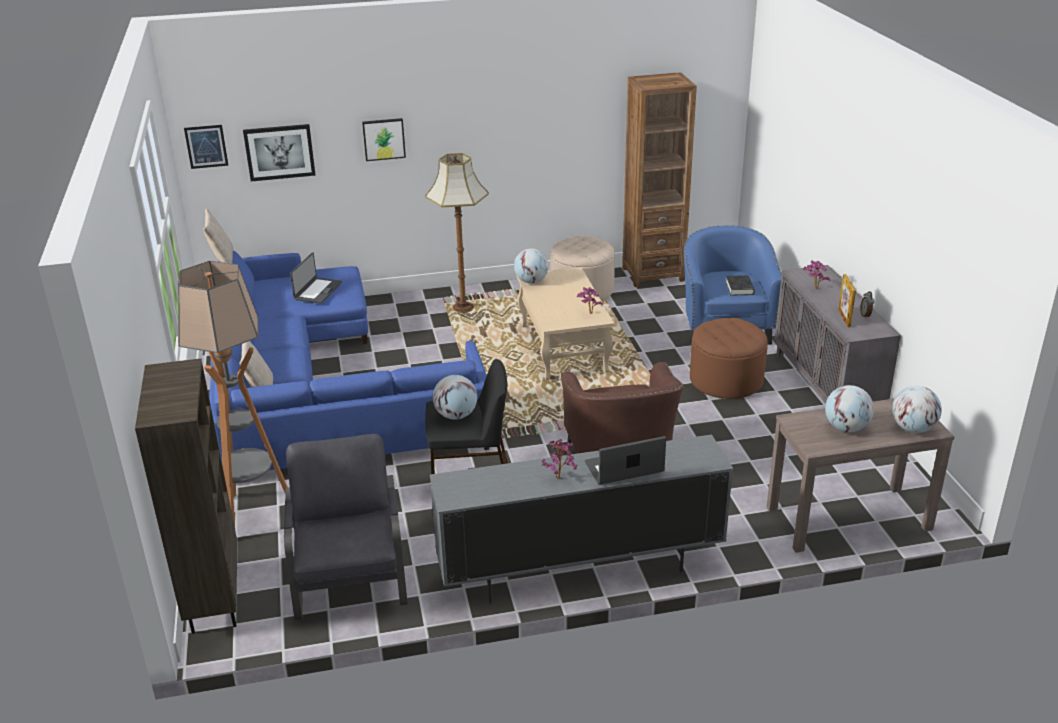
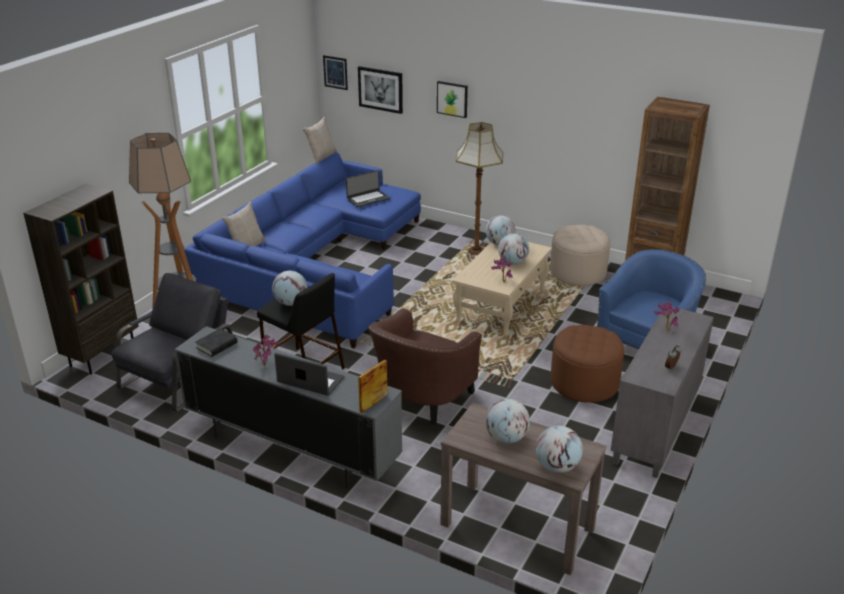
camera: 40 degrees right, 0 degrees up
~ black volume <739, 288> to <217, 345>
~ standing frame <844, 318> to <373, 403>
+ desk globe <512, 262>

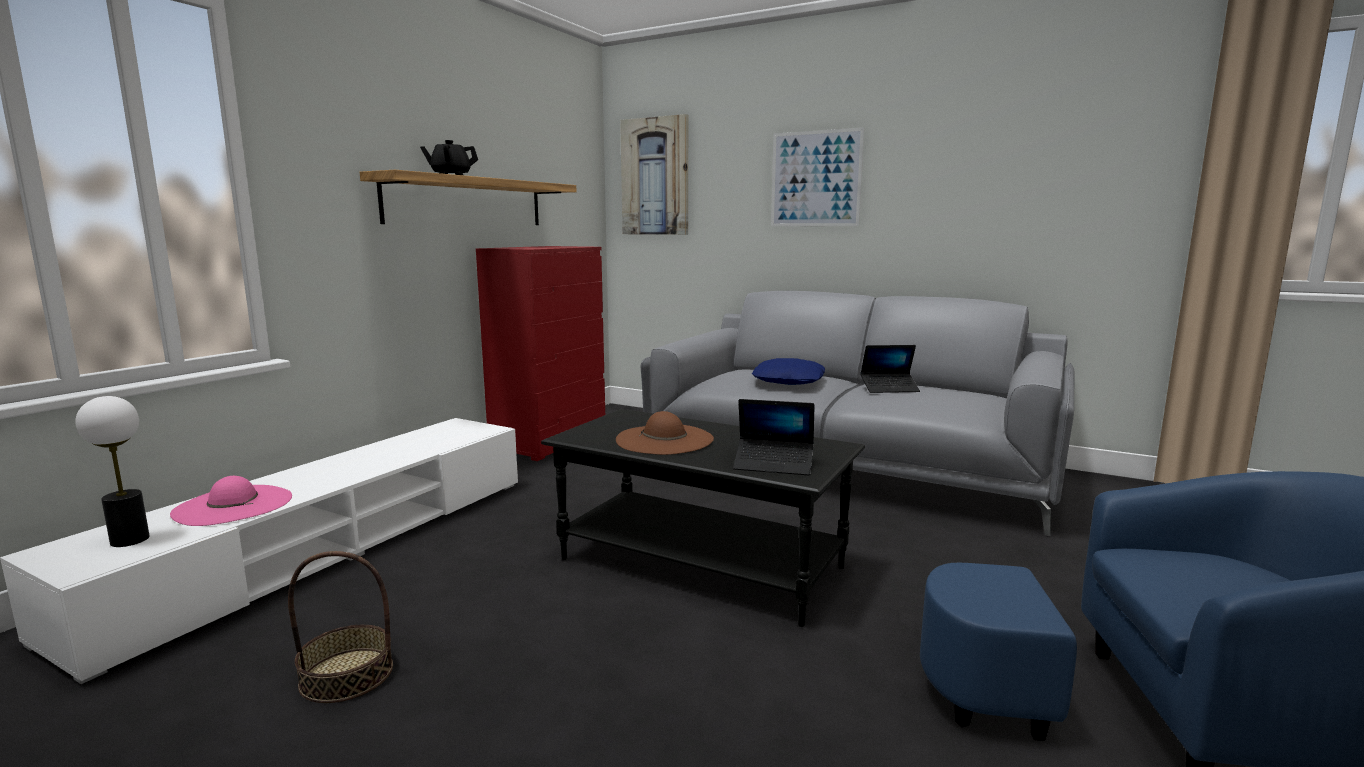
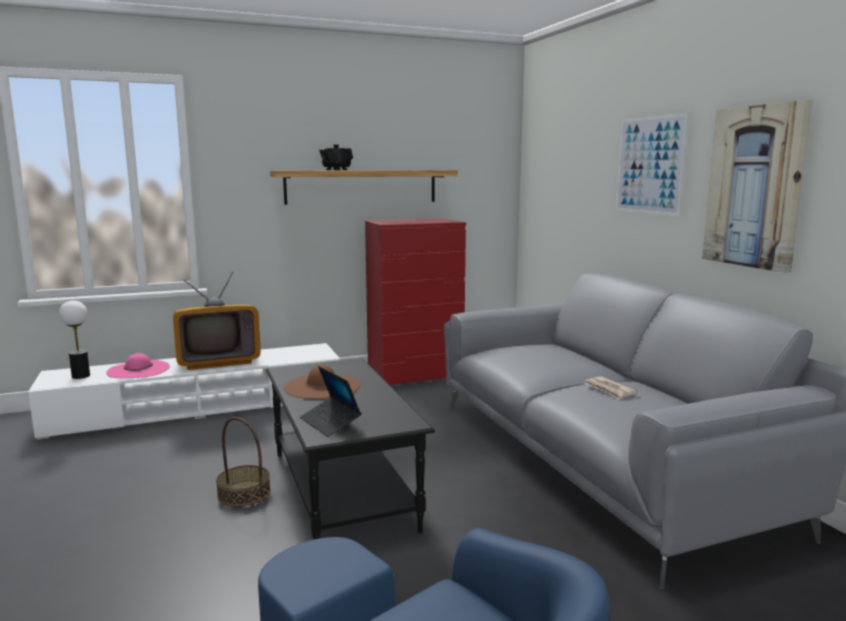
camera: 40 degrees right, 0 degrees up
~ household basket <346, 675> to <244, 493>
~ wall picture <655, 177> to <754, 187>
- blue pillow <789, 380>
~ laptop <889, 388> to daily paper <609, 390>
+ TV set <218, 360>

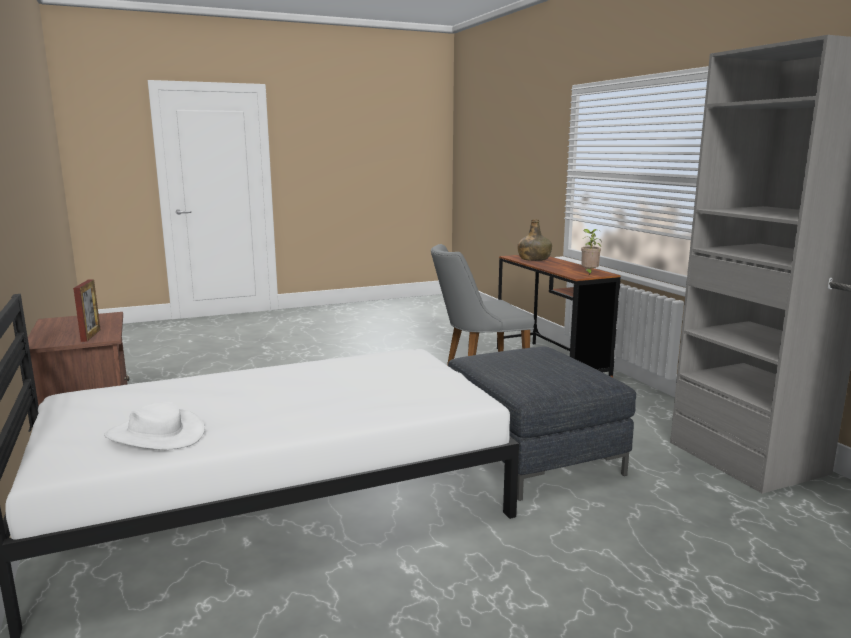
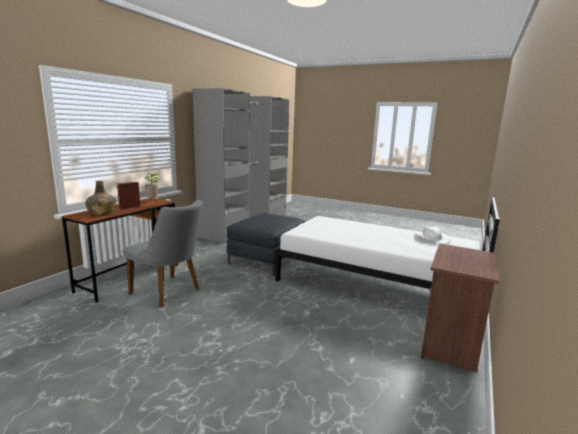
camera: 130 degrees left, 0 degrees up
~ standing frame <90, 335> to <130, 208>

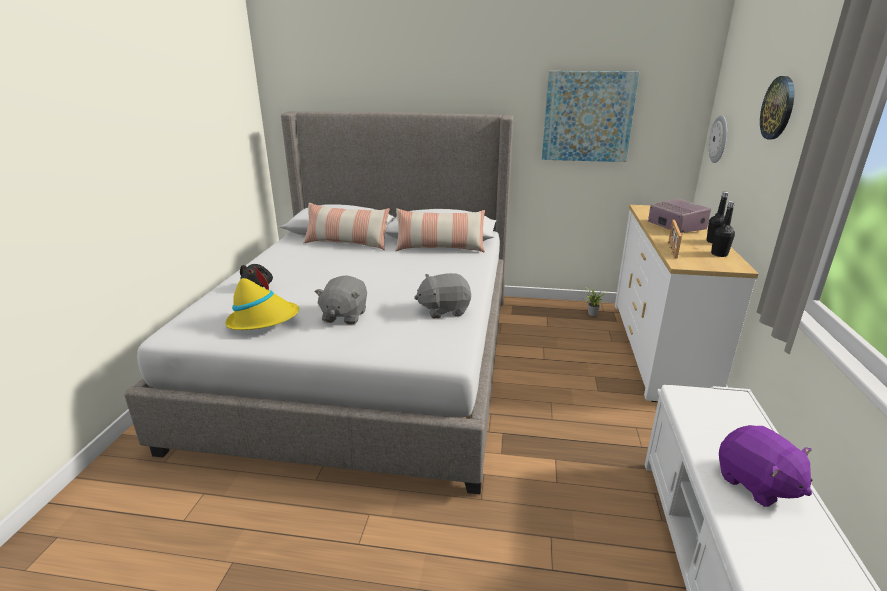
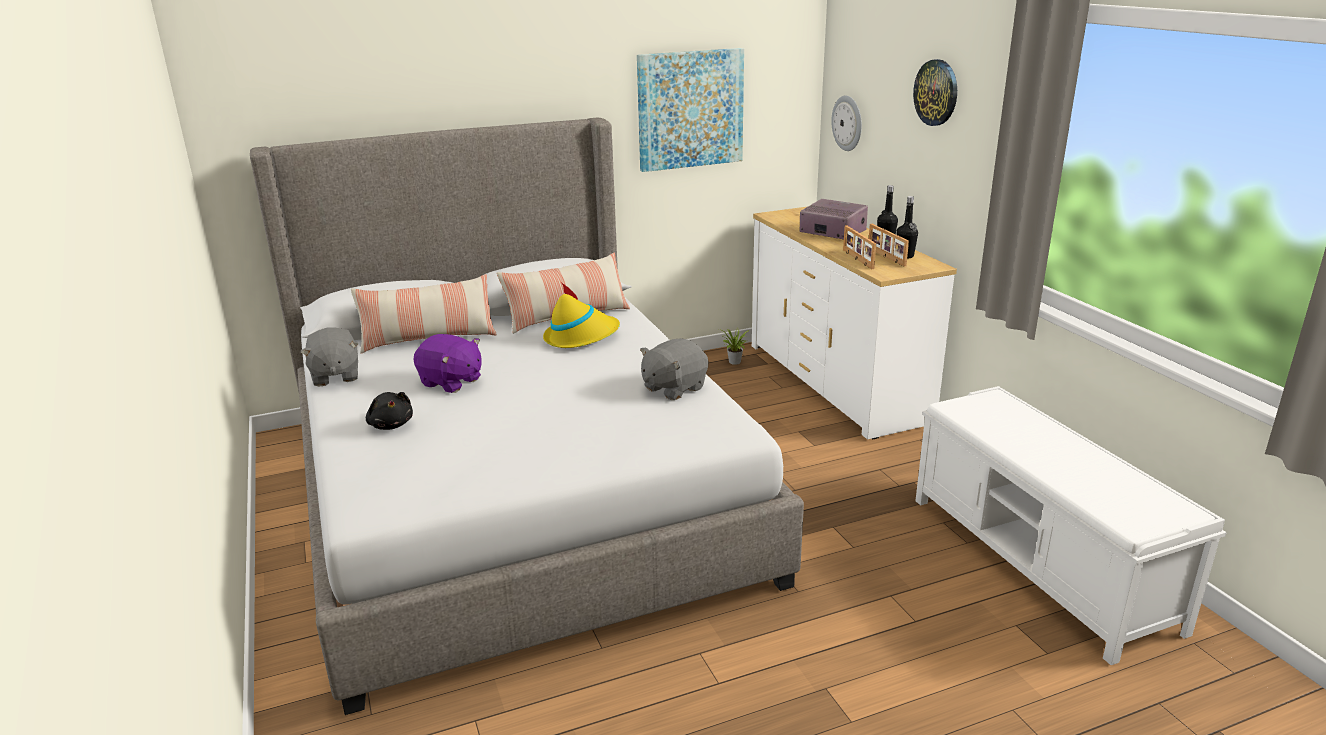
camera: 30 degrees left, 0 degrees up
~ yellow-coloured clothing hat <264, 320> to <581, 337>
~ greyish soft toy <344, 316> to <335, 376>
~ purple-coloured soft toy <756, 484> to <451, 382>
+ standing frame <885, 257>

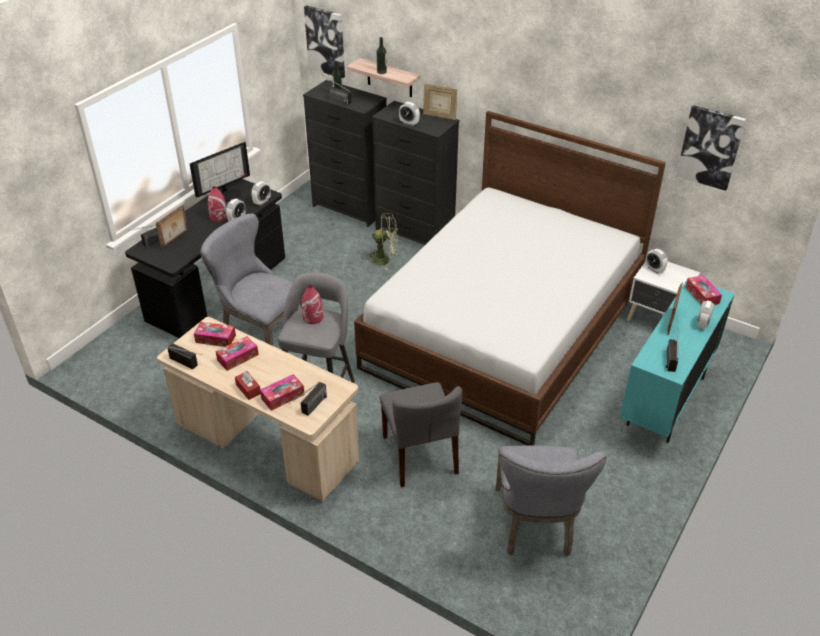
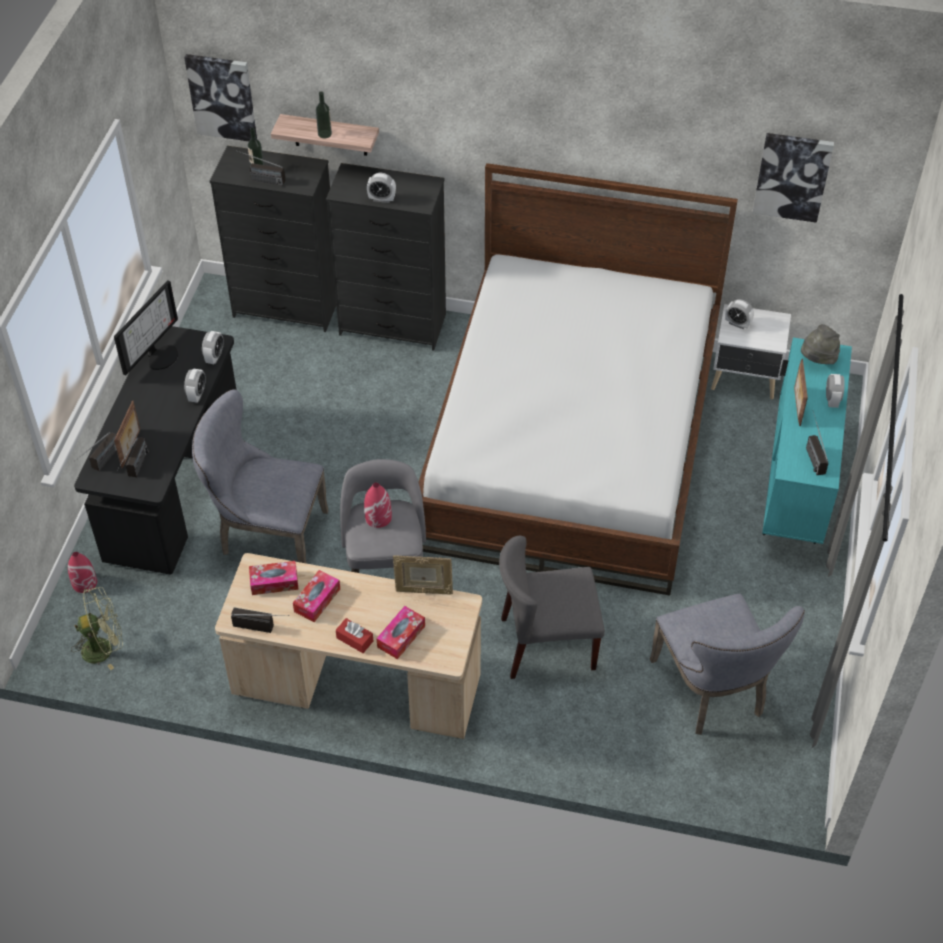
camera: 20 degrees left, 10 degrees up
~ red flower vase <219, 217> to <85, 582>
~ radio receiver <310, 410> to <136, 470>
~ green cooling fan <385, 259> to <104, 648>
~ greyish plain chair <420, 455> = <547, 644> 120 degrees clockwise
~ standing frame <439, 116> to <423, 590>
~ tissue holder <702, 295> to greyish clothing hat <817, 359>

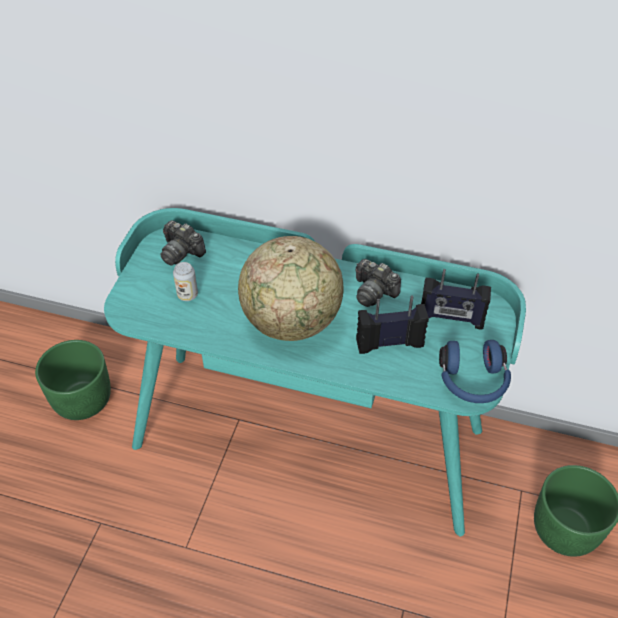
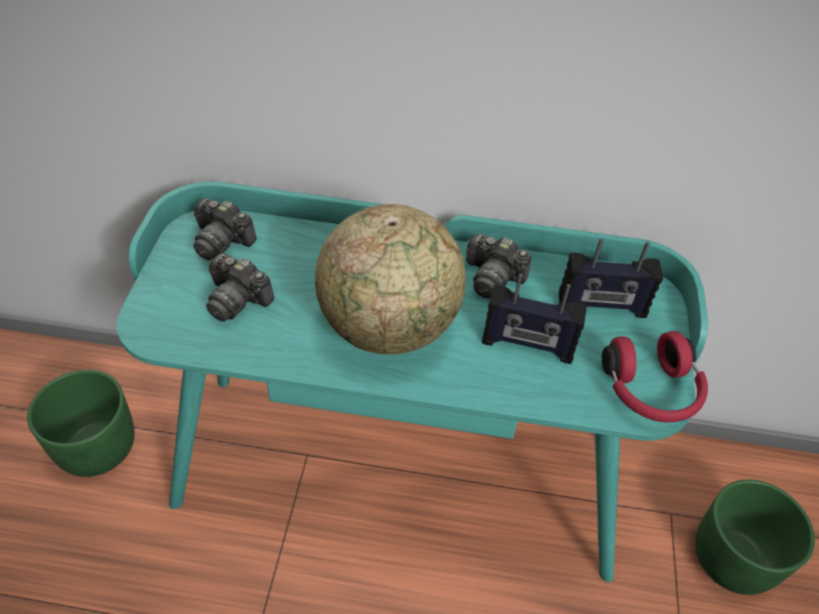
camera: 10 degrees left, 0 degrees up
~ can <187, 295> to photo camera <237, 299>
~ radio receiver <389, 342> = <527, 345> 150 degrees counterclockwise
~ blue headphones <472, 382> to red headphones <651, 391>

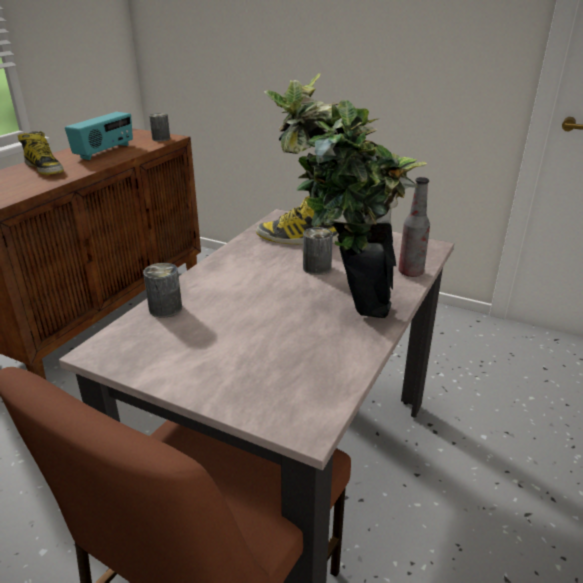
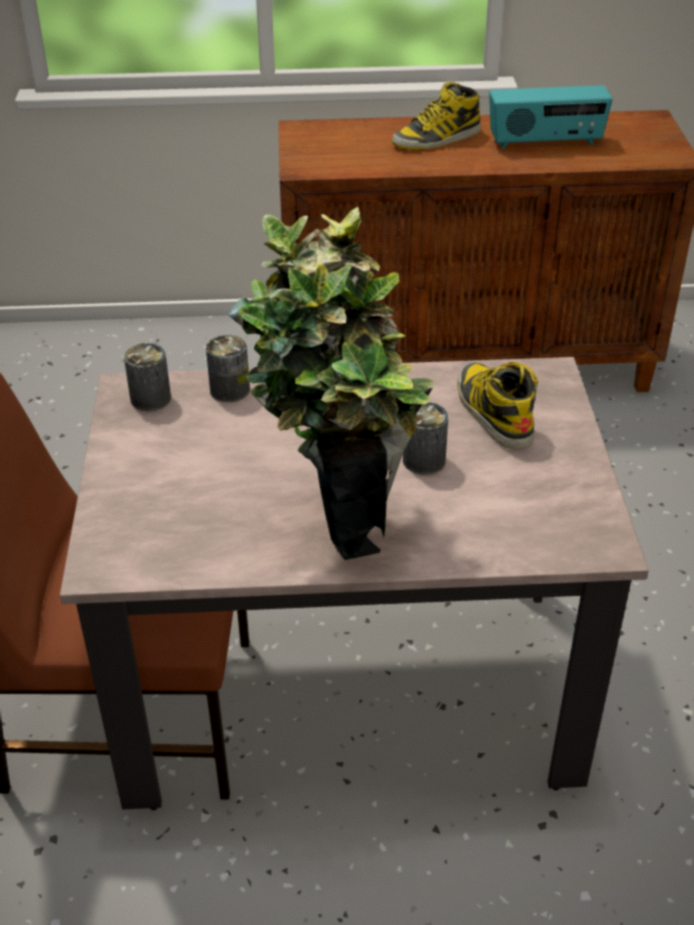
camera: 60 degrees right, 10 degrees up
~ boot <45, 168> = <437, 139> 45 degrees clockwise
~ can <161, 139> to <150, 399>
- drink bottle <410, 272>

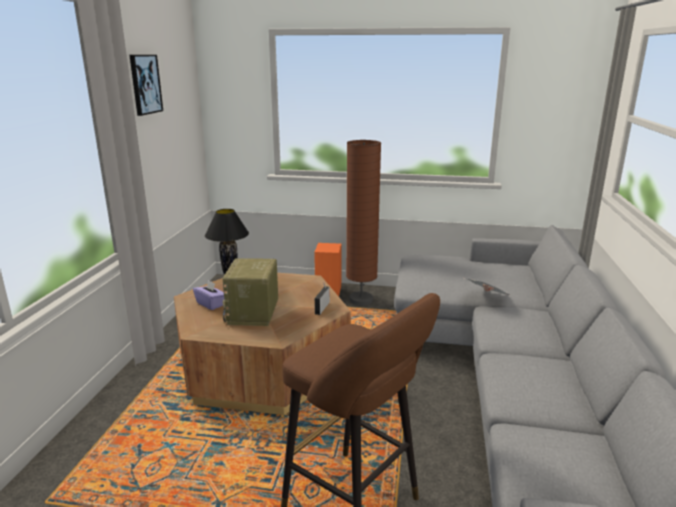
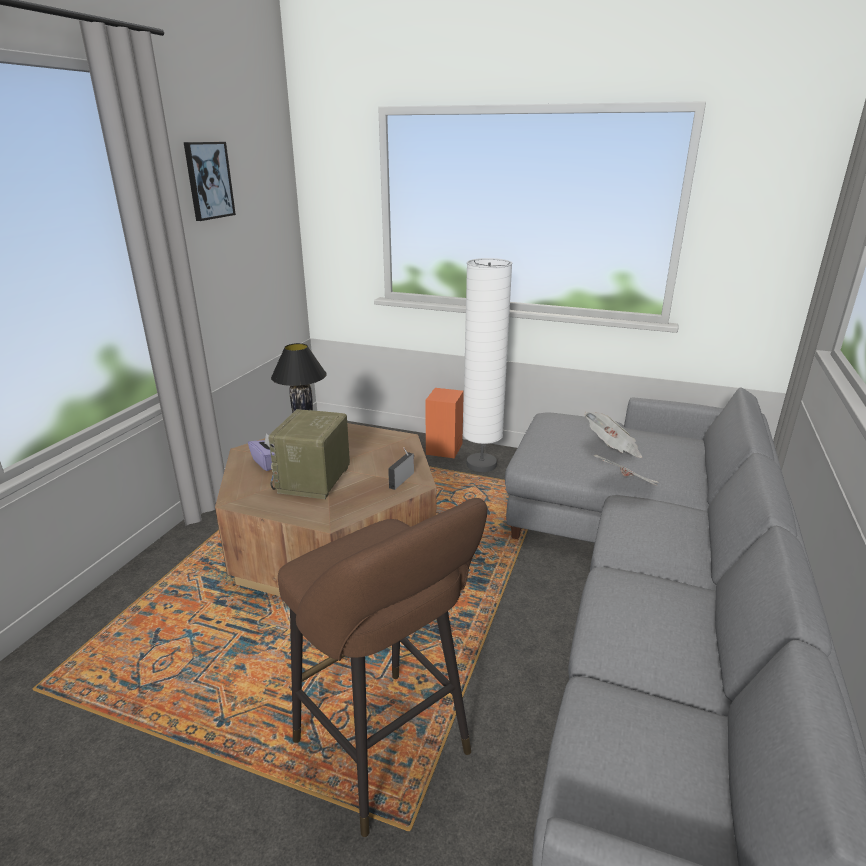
camera: 10 degrees right, 5 degrees up
~ brownish floor lamp <361, 300> to whitish floor lamp <481, 464>
+ daily paper <612, 449>

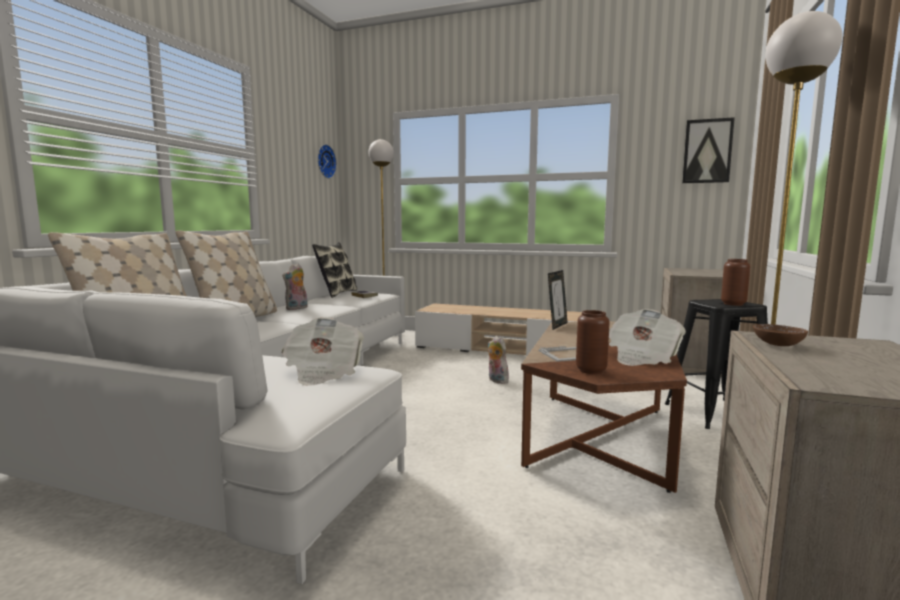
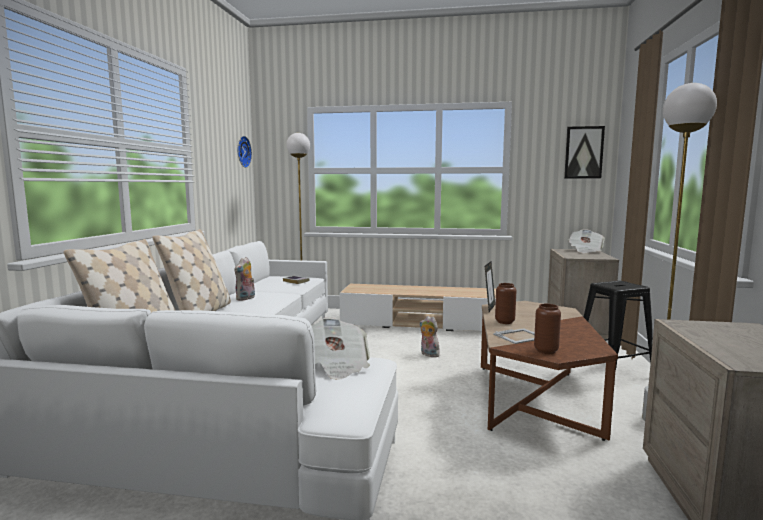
camera: 10 degrees left, 0 degrees up
- pillow <336, 293>
~ daily paper <642, 357> to <585, 251>
~ brownish flower vase <733, 304> to <504, 322>
- brownish bowl <778, 345>

